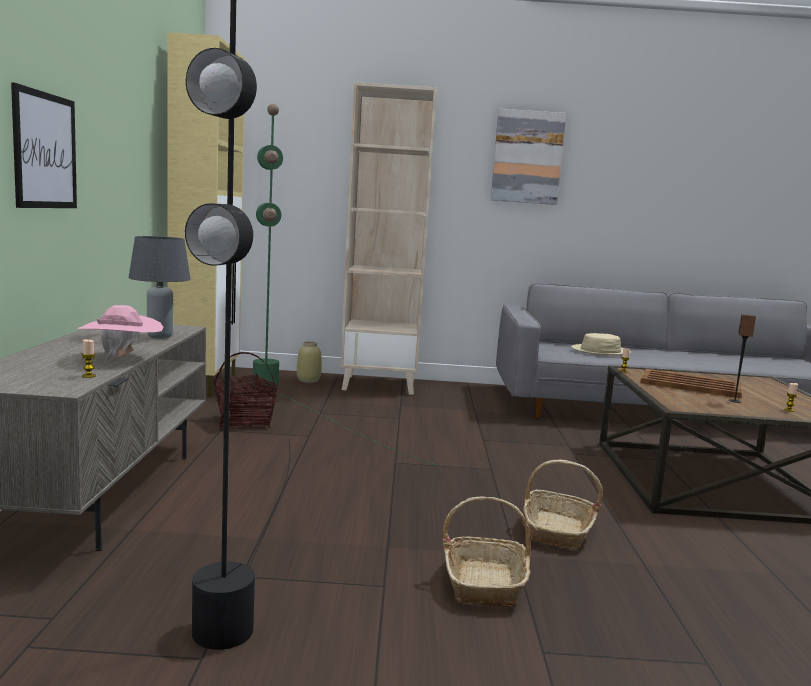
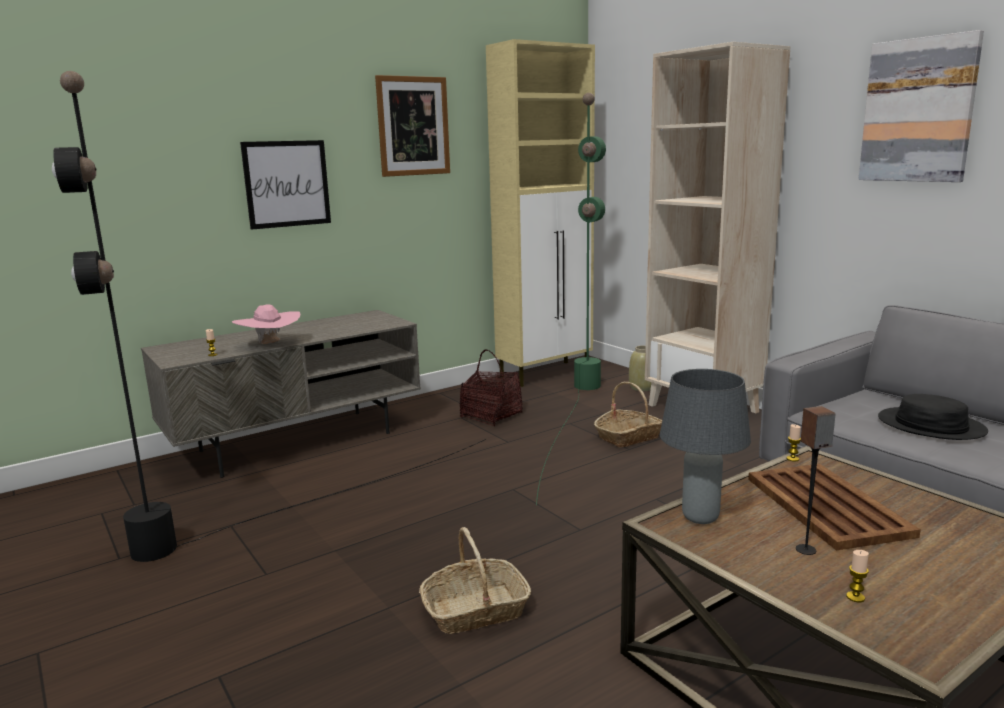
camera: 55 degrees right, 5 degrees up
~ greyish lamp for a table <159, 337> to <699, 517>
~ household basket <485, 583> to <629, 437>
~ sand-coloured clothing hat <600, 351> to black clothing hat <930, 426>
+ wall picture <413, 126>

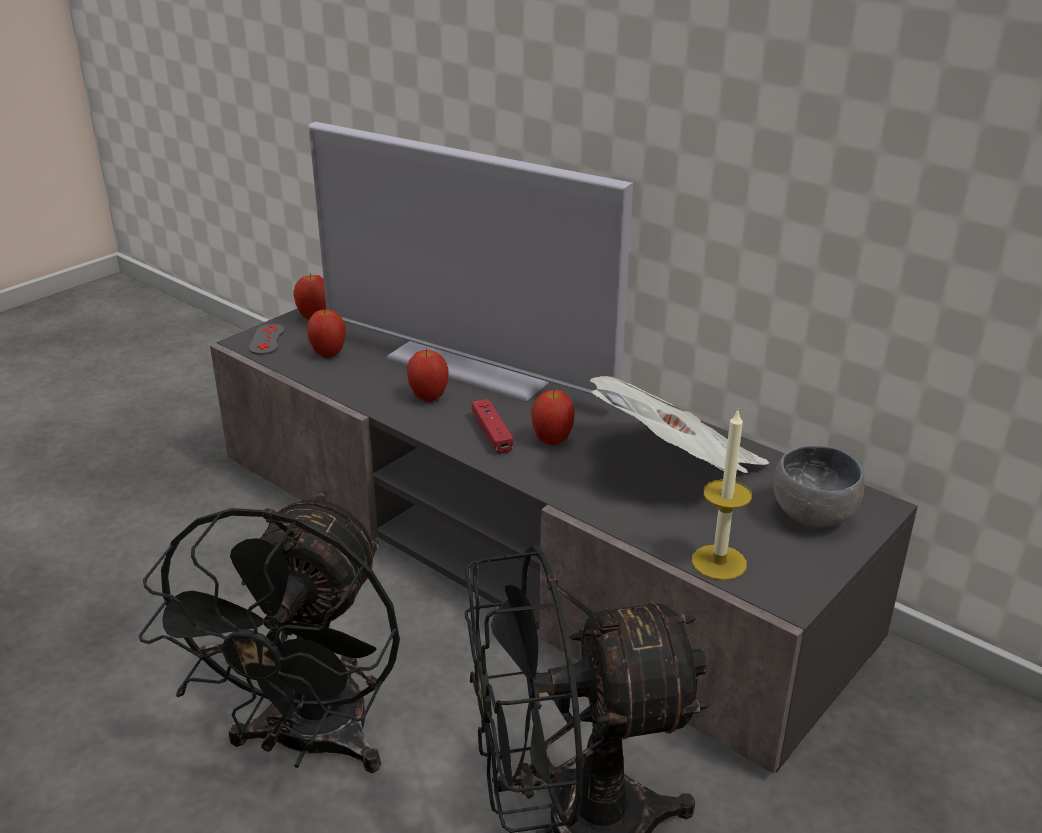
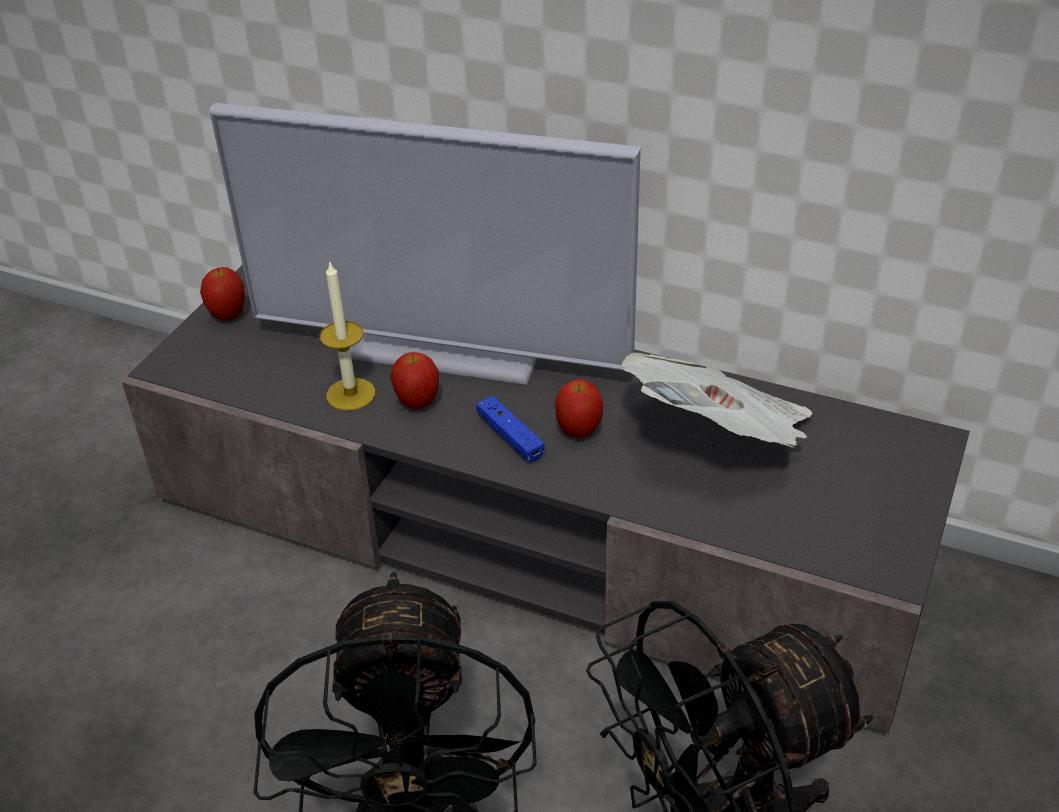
camera: 15 degrees left, 10 degrees up
- greyish game controller <267, 339>
- whole apple <329, 354>
~ red game controller <492, 433> to blue game controller <510, 436>
~ candle <719, 562> to <350, 394>
- greyish bowl <814, 517>

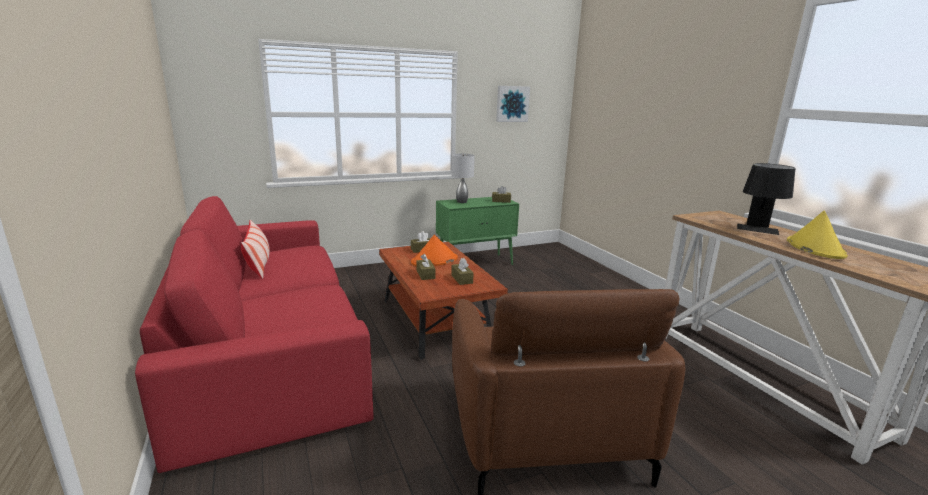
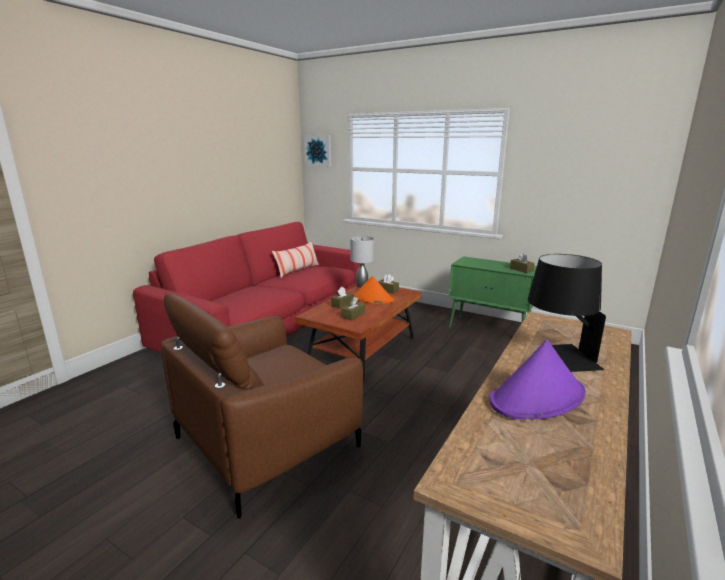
camera: 55 degrees right, 0 degrees up
~ greyish lamp for a table <461, 202> to <361, 286>
~ wall picture <512, 104> to <318, 150>
~ yellow-coloured clothing hat <814, 248> to purple-coloured clothing hat <537, 397>

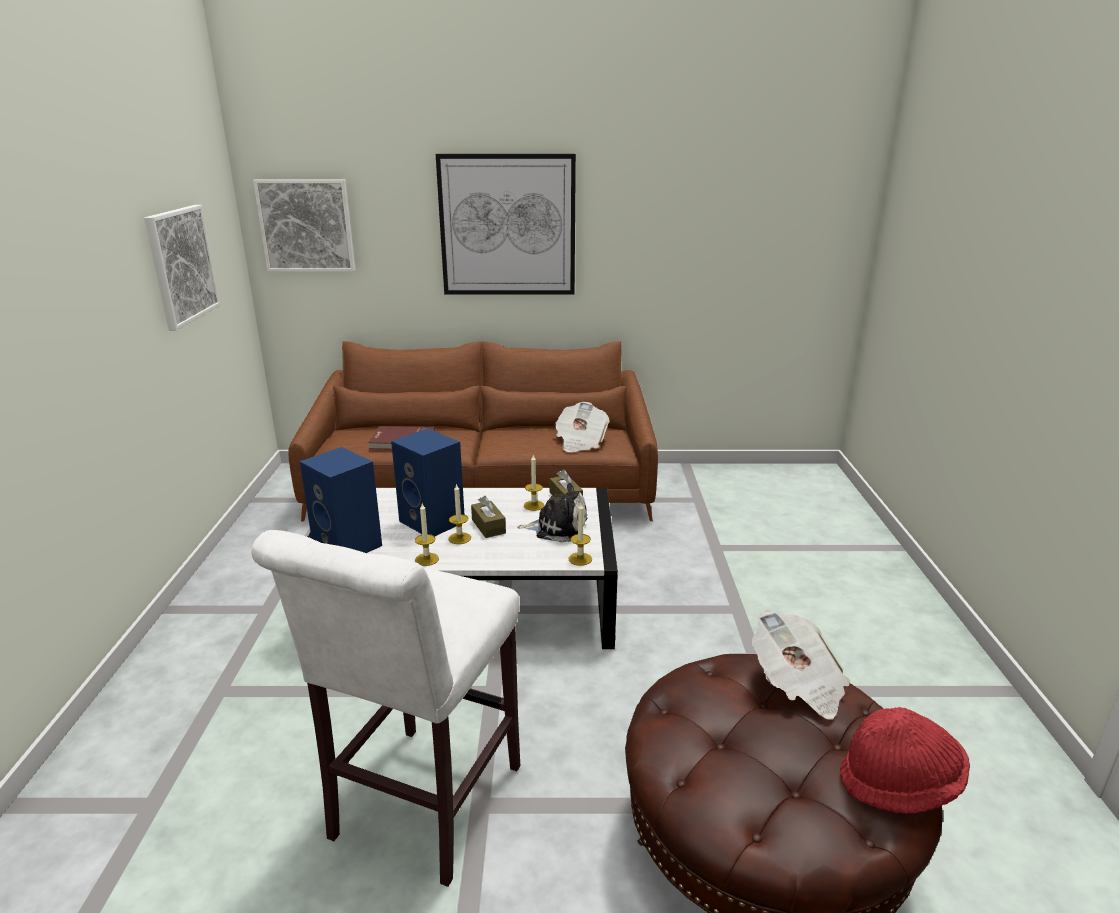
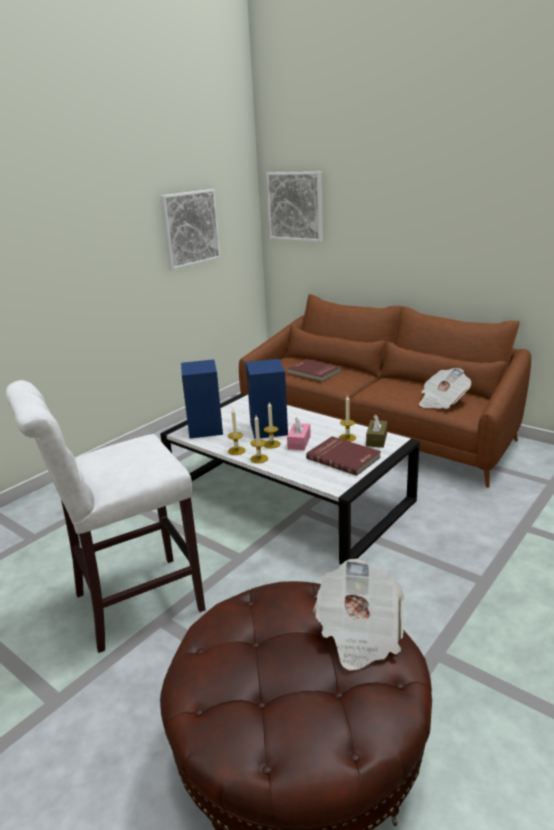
camera: 40 degrees right, 0 degrees up
- wall picture <507, 226>
~ brownish tissue holder <488, 526> to pinkish tissue holder <299, 442>
~ soft toy <558, 528> to red volume <344, 457>
~ candle <580, 559> to <259, 459>
- red clothing hat <899, 784>

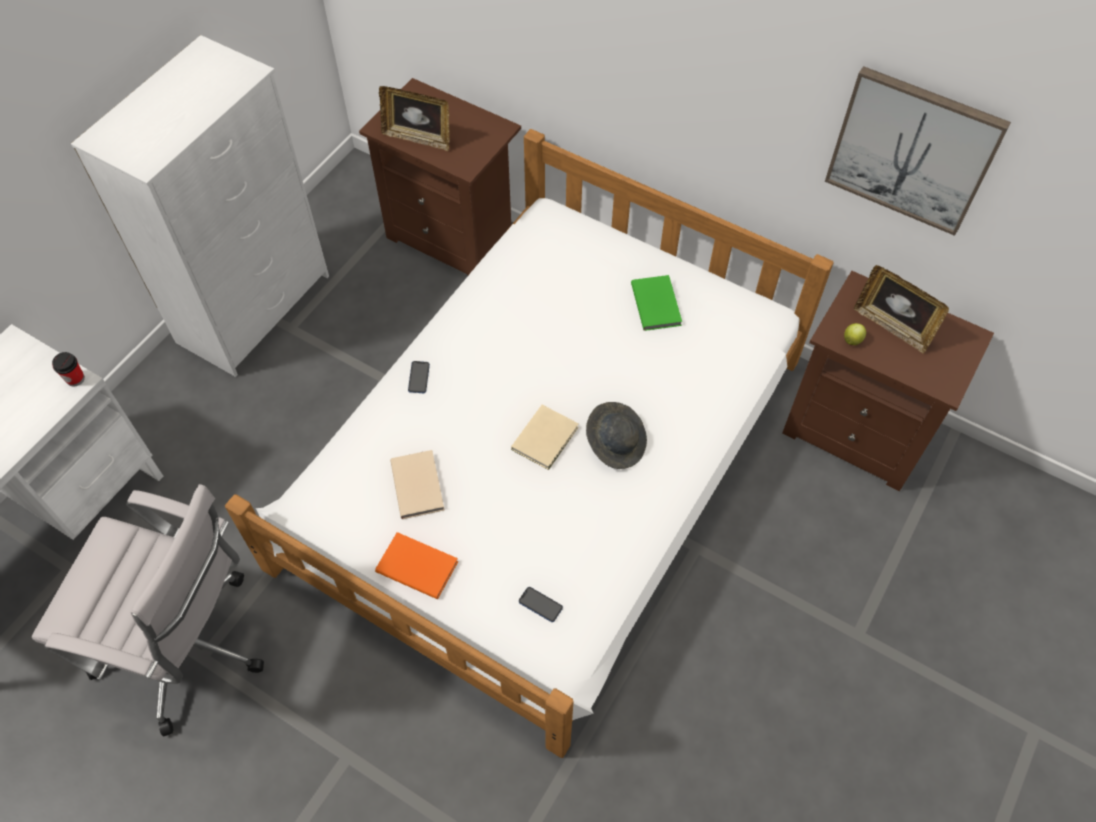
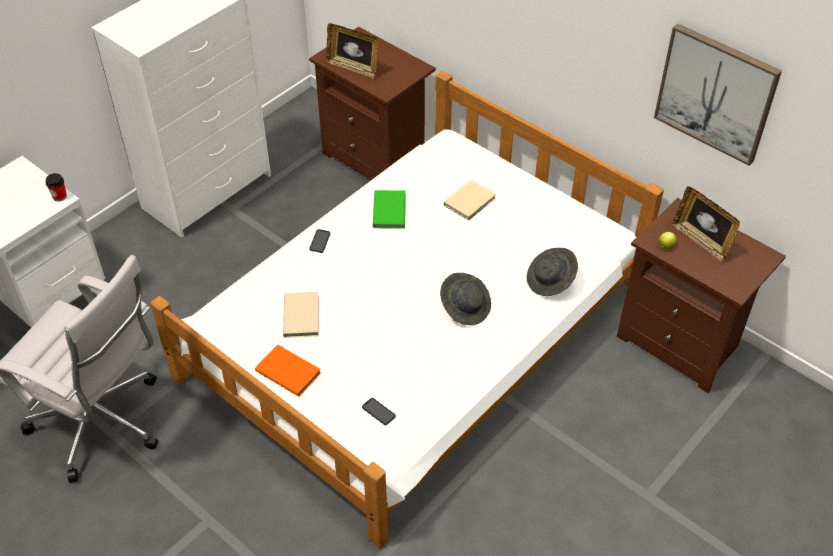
camera: 10 degrees right, 10 degrees down
~ sand-coloured volume <546, 437> to <471, 201>
~ green volume <657, 303> to <390, 210>
+ greyish clothing hat <551, 281>

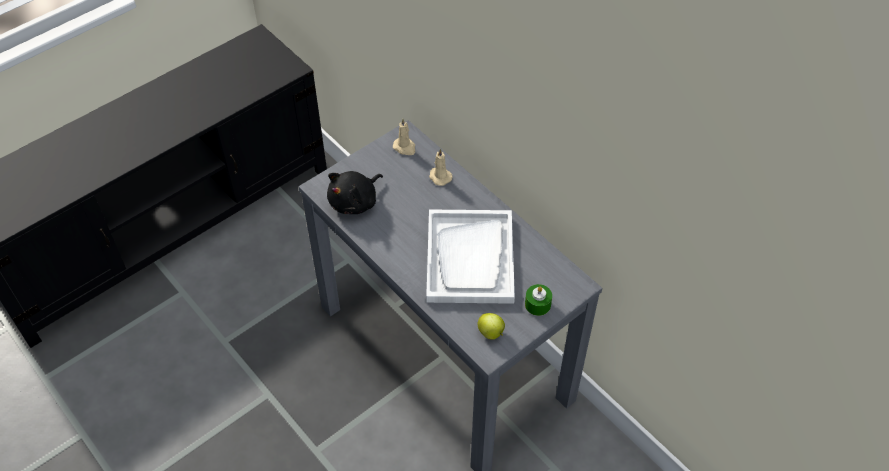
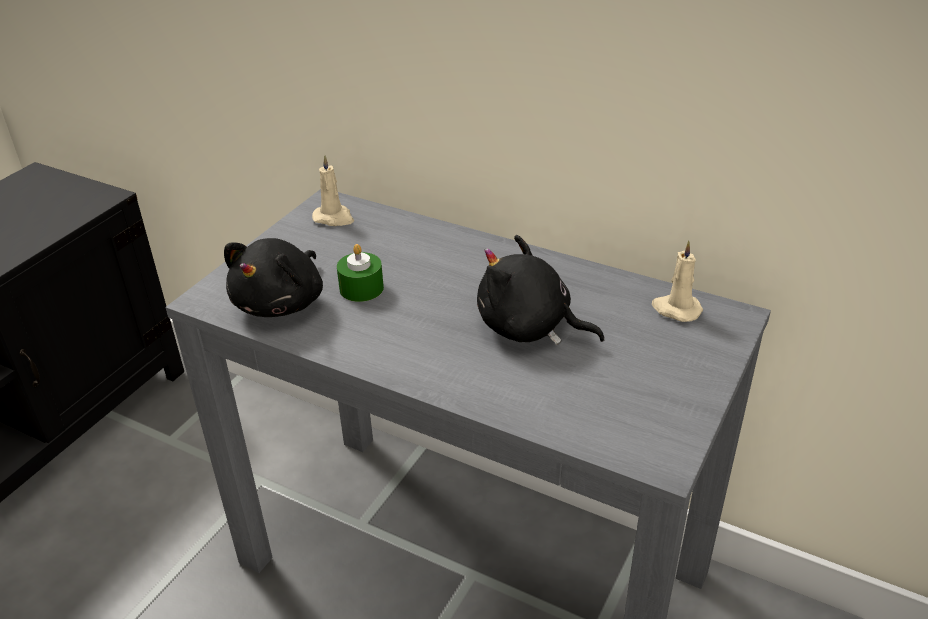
camera: 20 degrees left, 15 degrees down
~ whitish carrying tray <470, 258> to black soft toy <529, 328>
~ sand-coloured candle <439, 176> to <675, 309>
- whole apple <491, 333>
~ green candle <537, 304> to <361, 288>

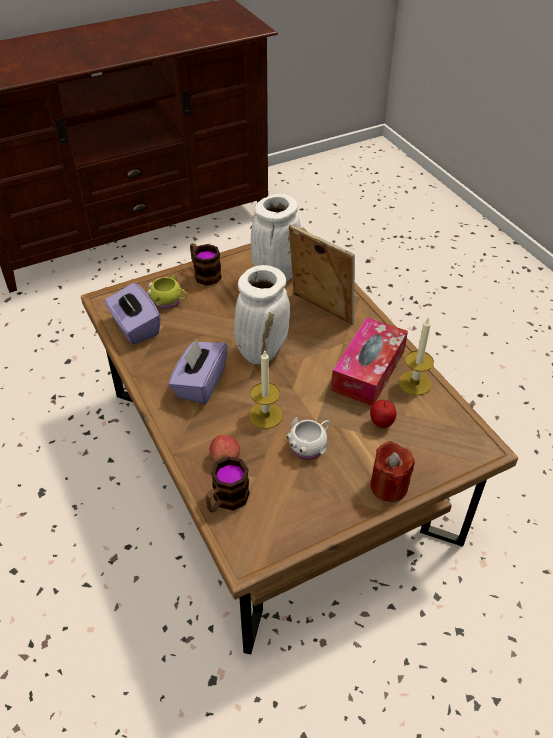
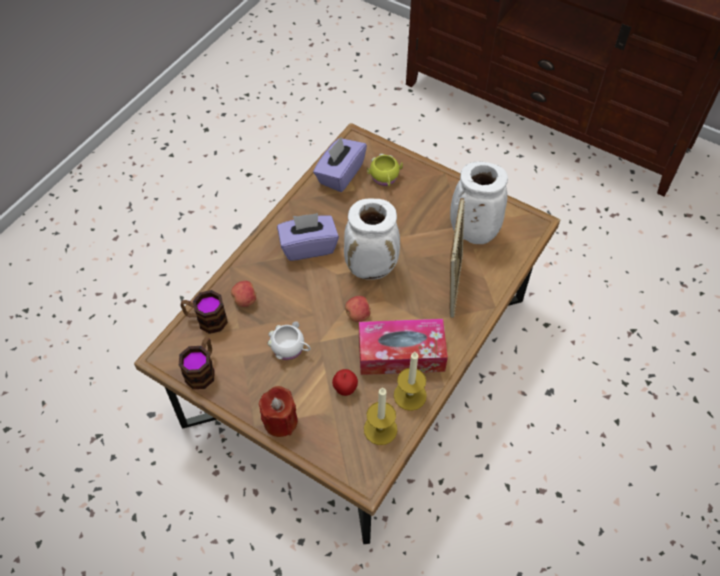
camera: 60 degrees right, 10 degrees up
~ tea mug <204, 274> to <202, 370>
~ candle <265, 415> to <380, 429>
+ whole apple <358, 315>

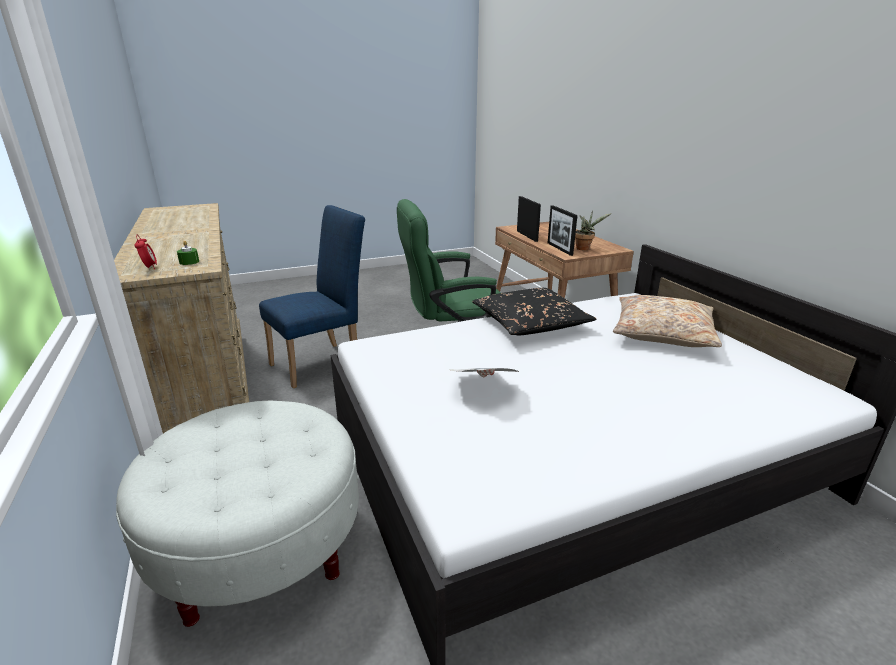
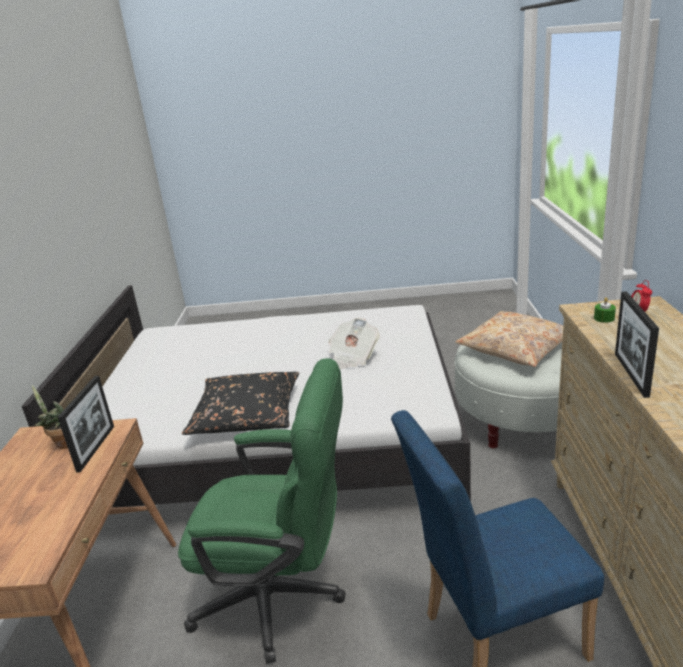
camera: 155 degrees left, 0 degrees up
~ standing frame <527, 236> to <631, 374>
~ sand-coloured pillow <662, 333> to <516, 349>

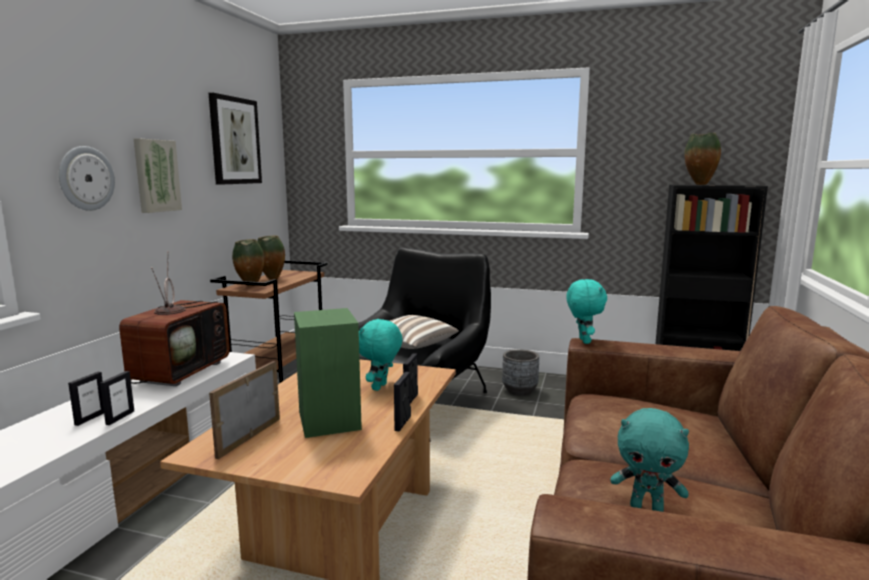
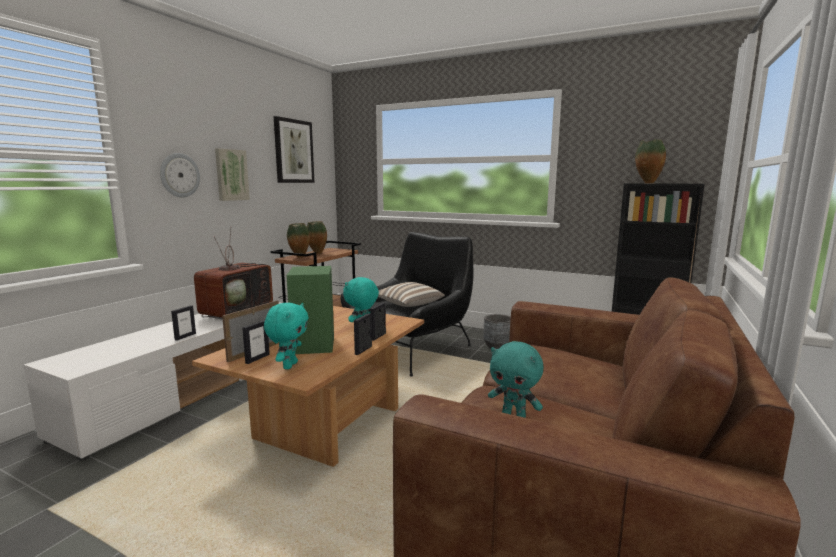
camera: 10 degrees right, 0 degrees up
~ standing frame <90, 418> to <257, 358>
~ turquoise soft toy <583, 341> to <289, 365>

